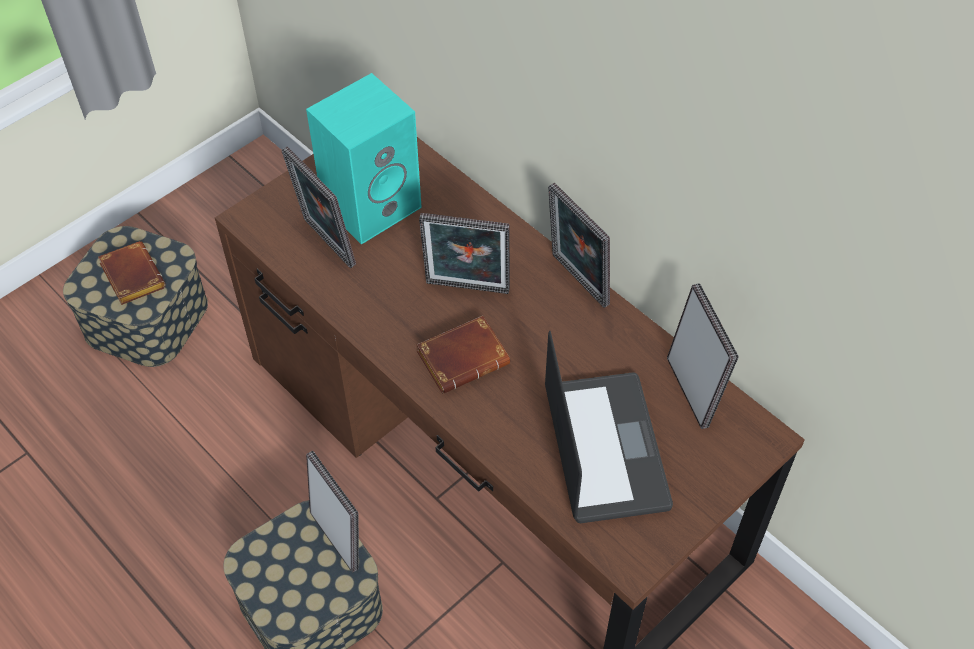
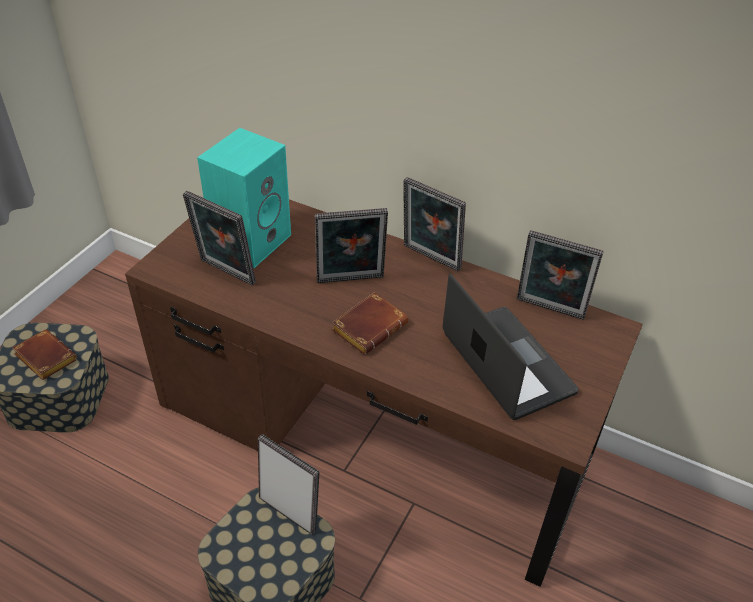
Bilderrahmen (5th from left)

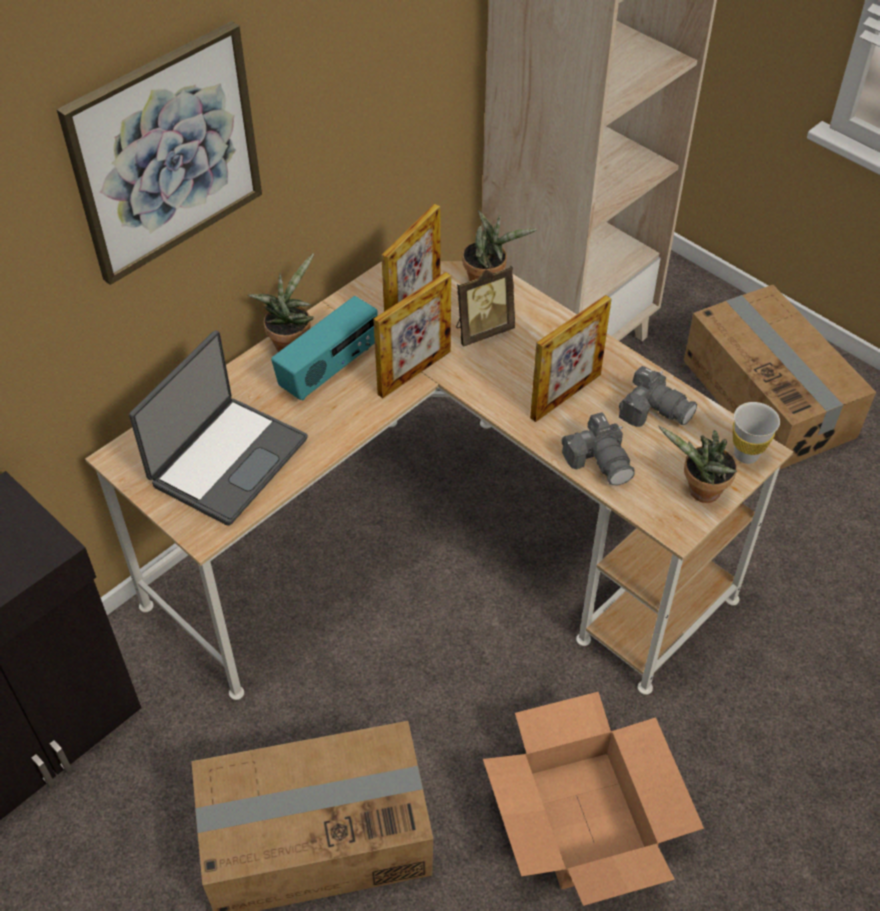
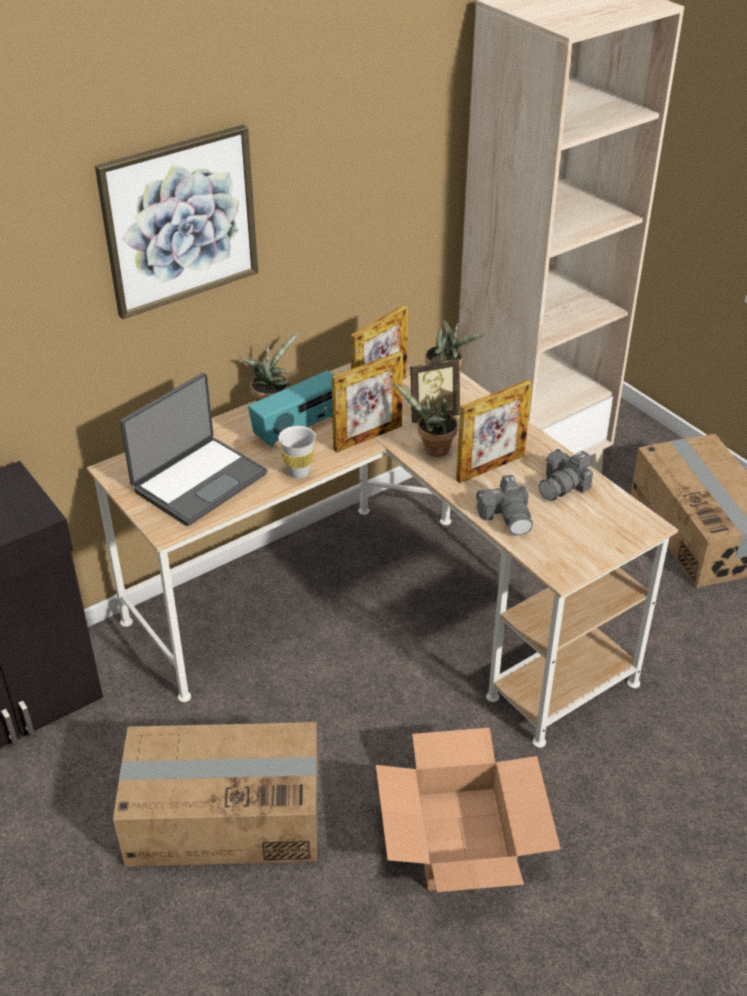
Kamera (2nd from left)
Topfpflanze (2nd from left)
Tasse (weiß)

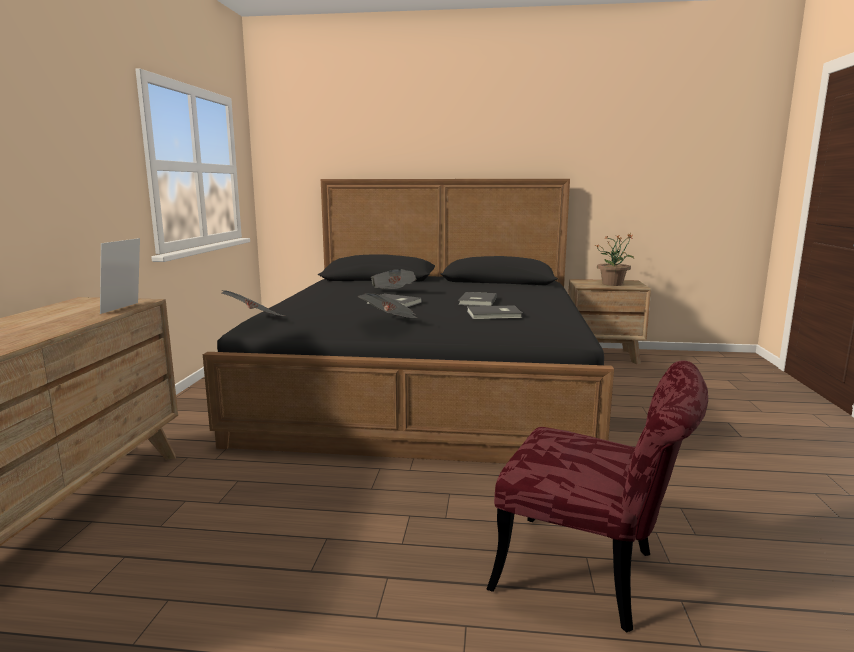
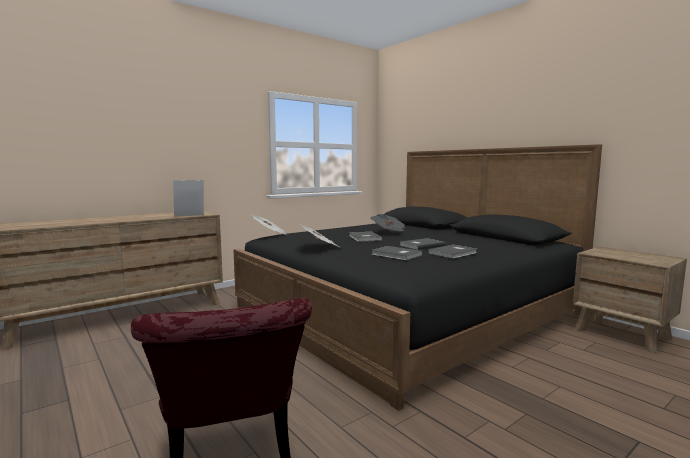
Topfpflanze
Buch (grau) (4th from left)

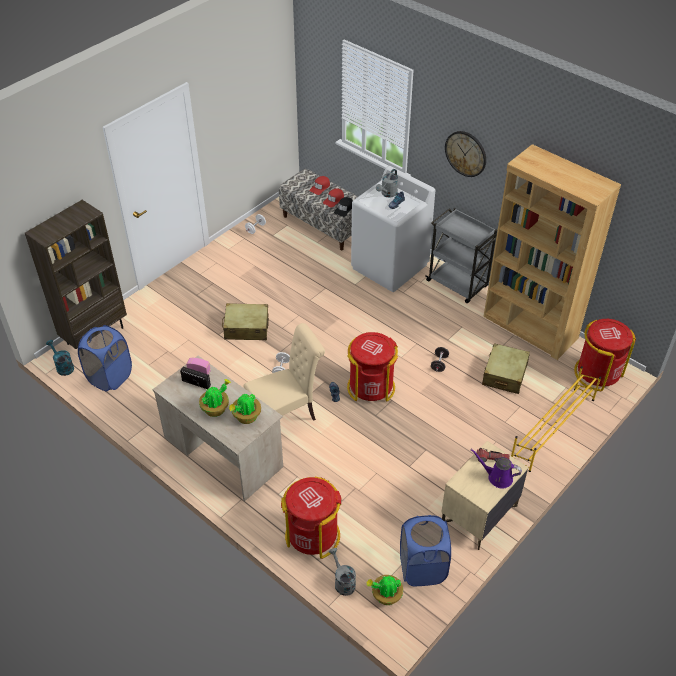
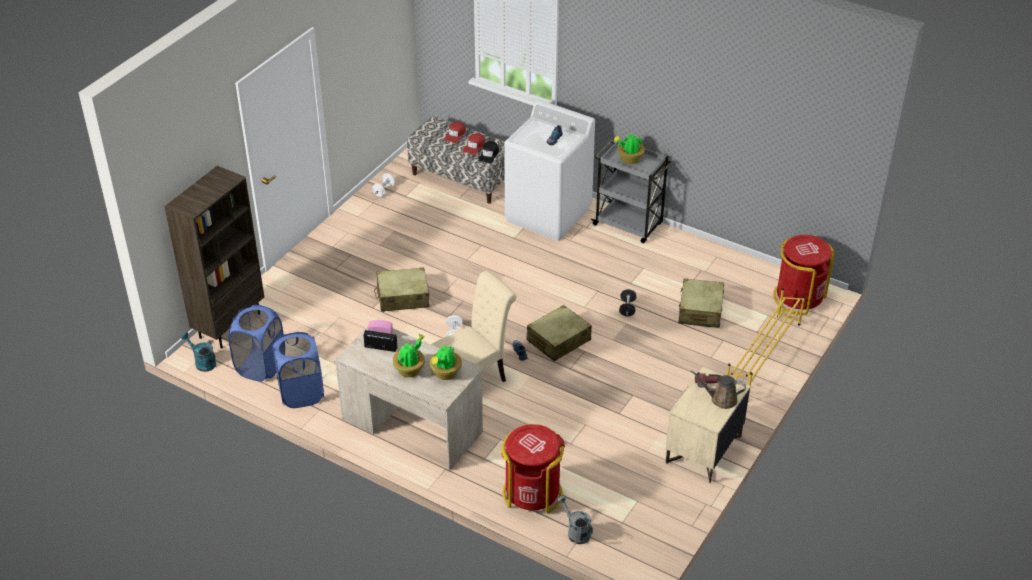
Koffer (beige) (2nd from left)
Topfpflanze (3rd from left)
Gießkanne (grau) (2nd from left in the first image)
Wäschekorb (blau) (2nd from left)
Wanduhr
Gießkanne (braun)
Bücherregal (braun) (2nd from left in the first image)

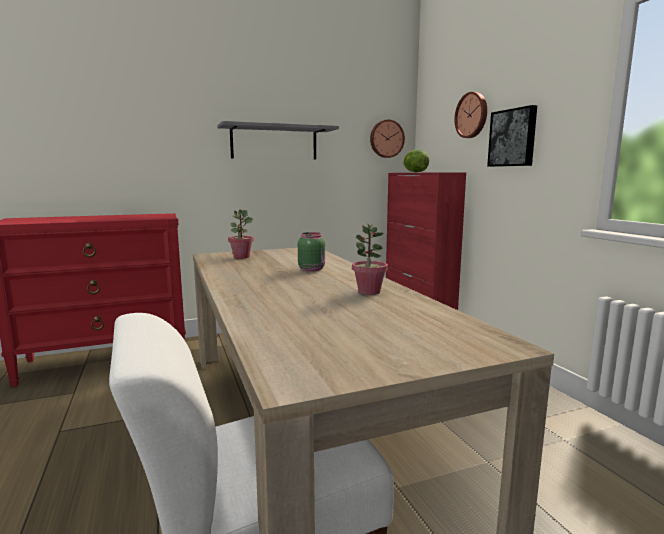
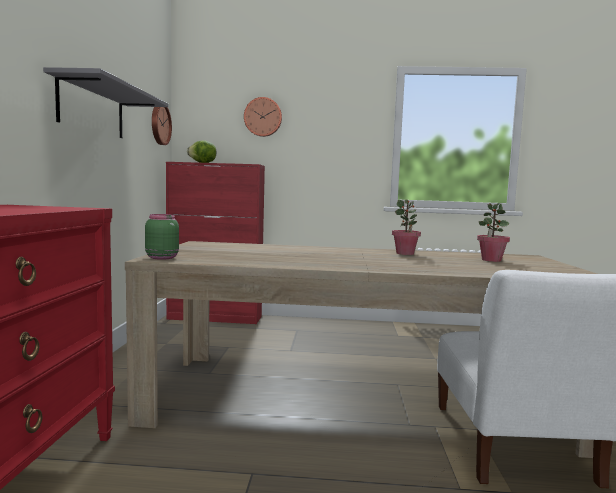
Topfpflanze (2nd from left)
Vorratsglas (grün)
Bild

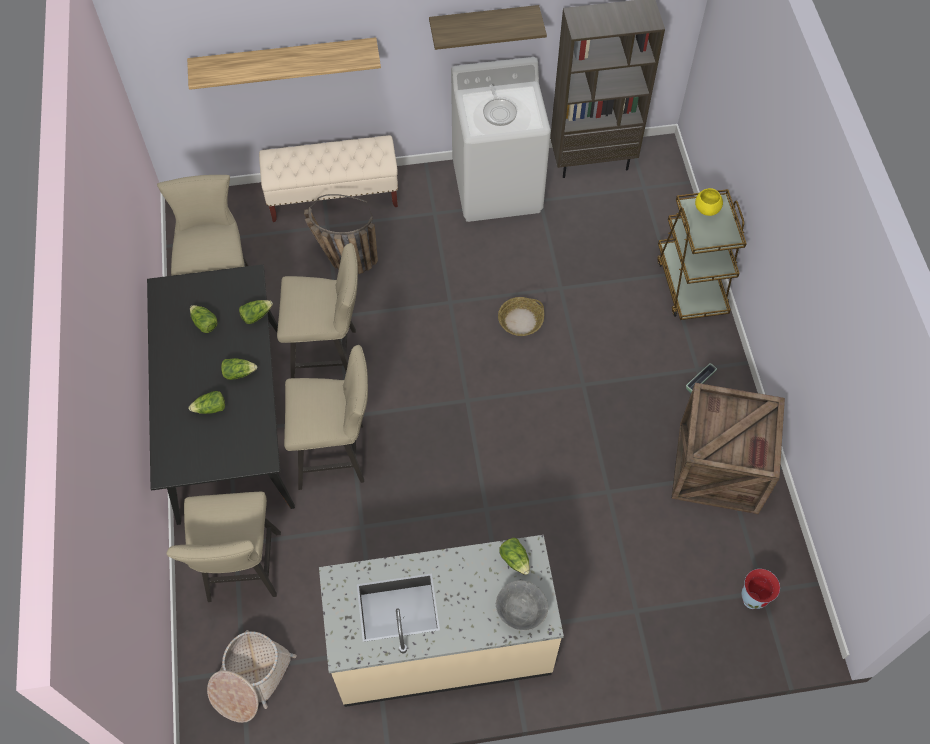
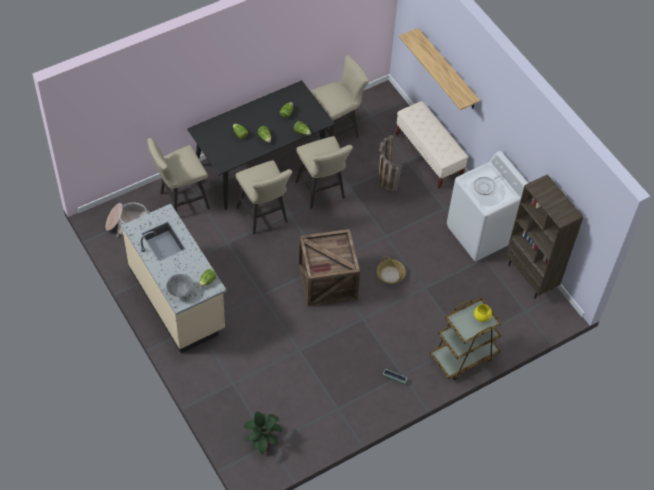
Wandregal (2nd from left in the first image)
Kiste
Topfpflanze

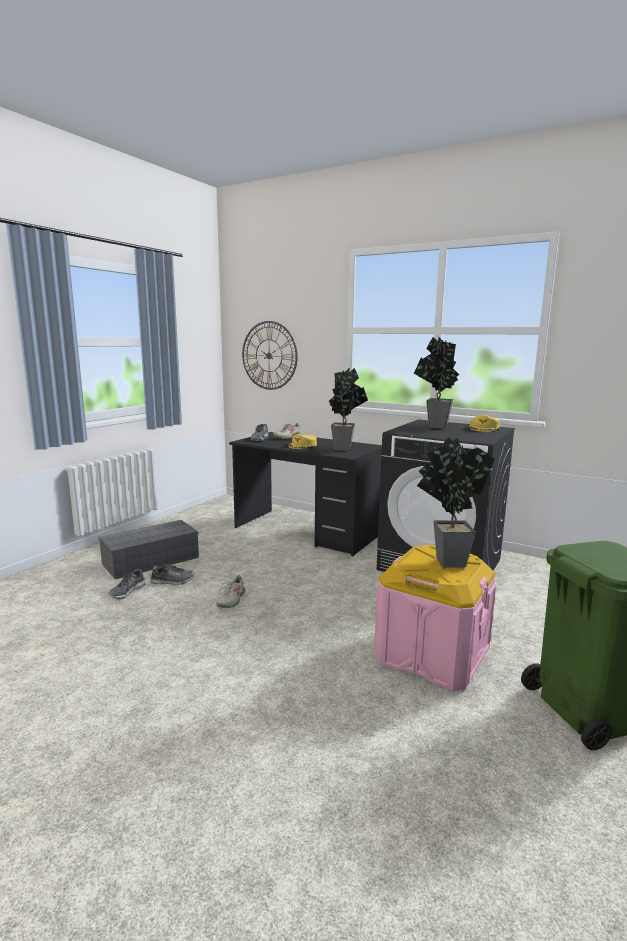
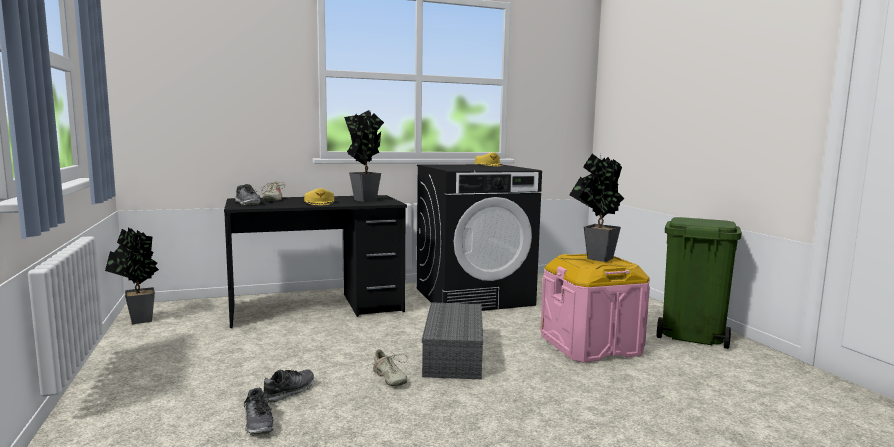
Aufbewahrungsbox (grau)
Wanduhr
Topfpflanze (1st from left)

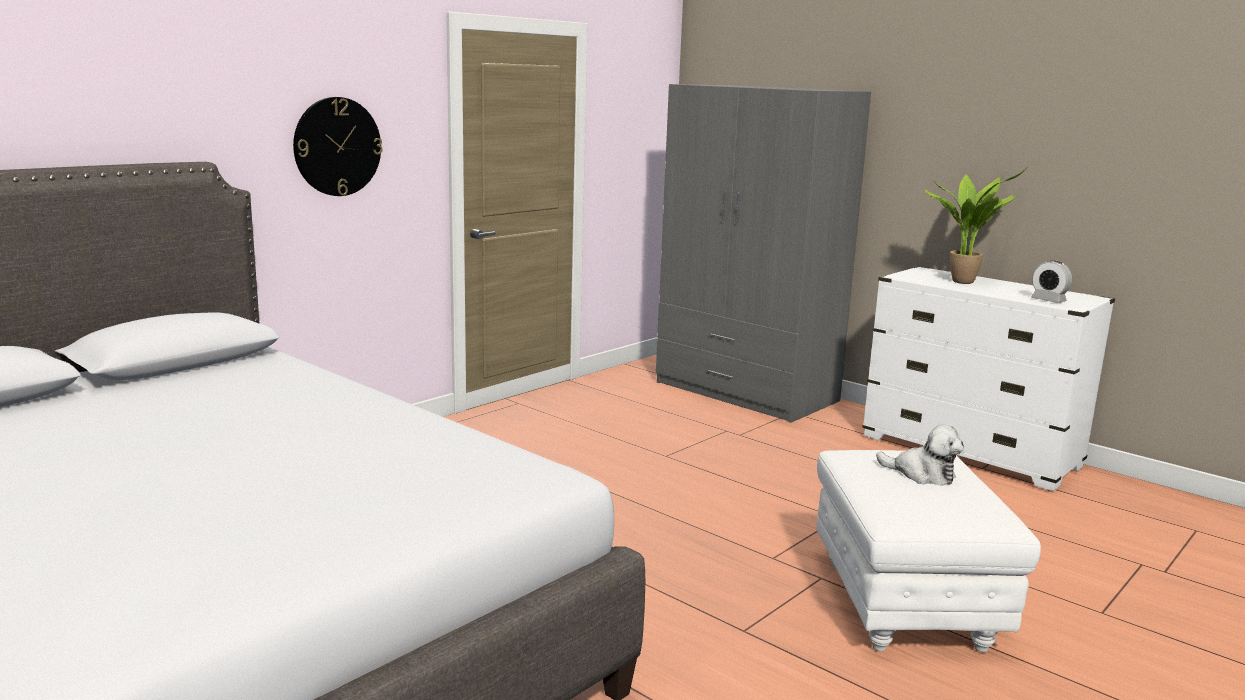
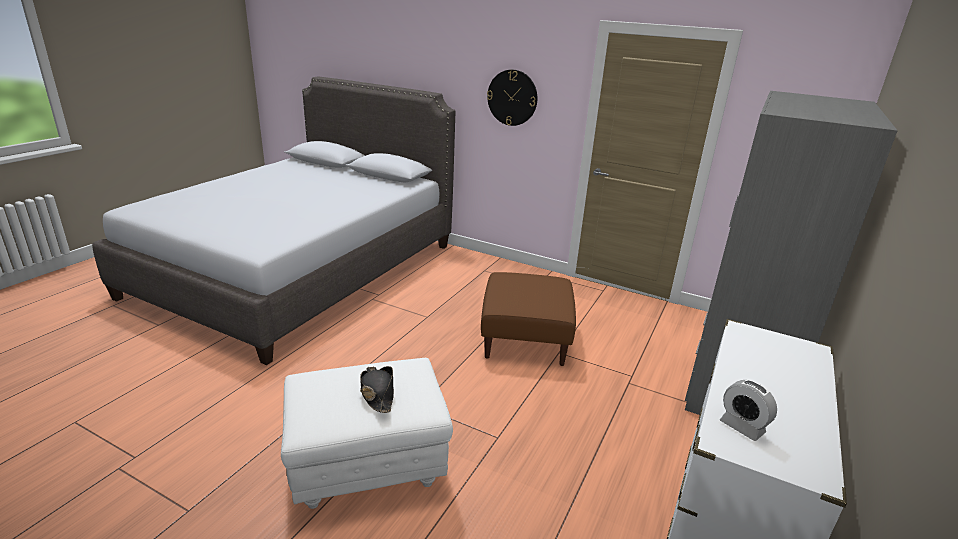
Hut (schwarz)
Topfpflanze
Wecker
Polsterhocker (braun)

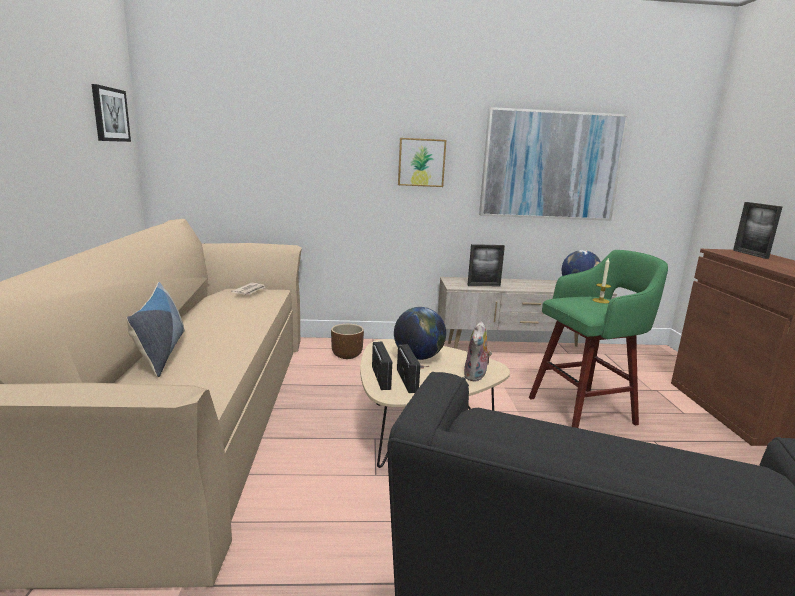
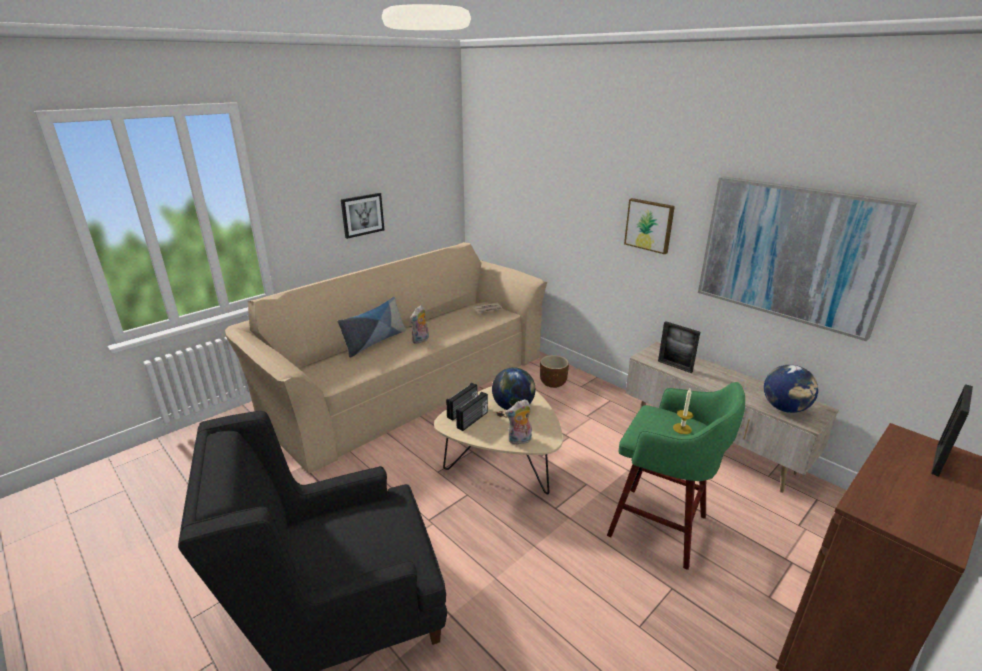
Bild (1st from left)
Plüschtier (1st from left)

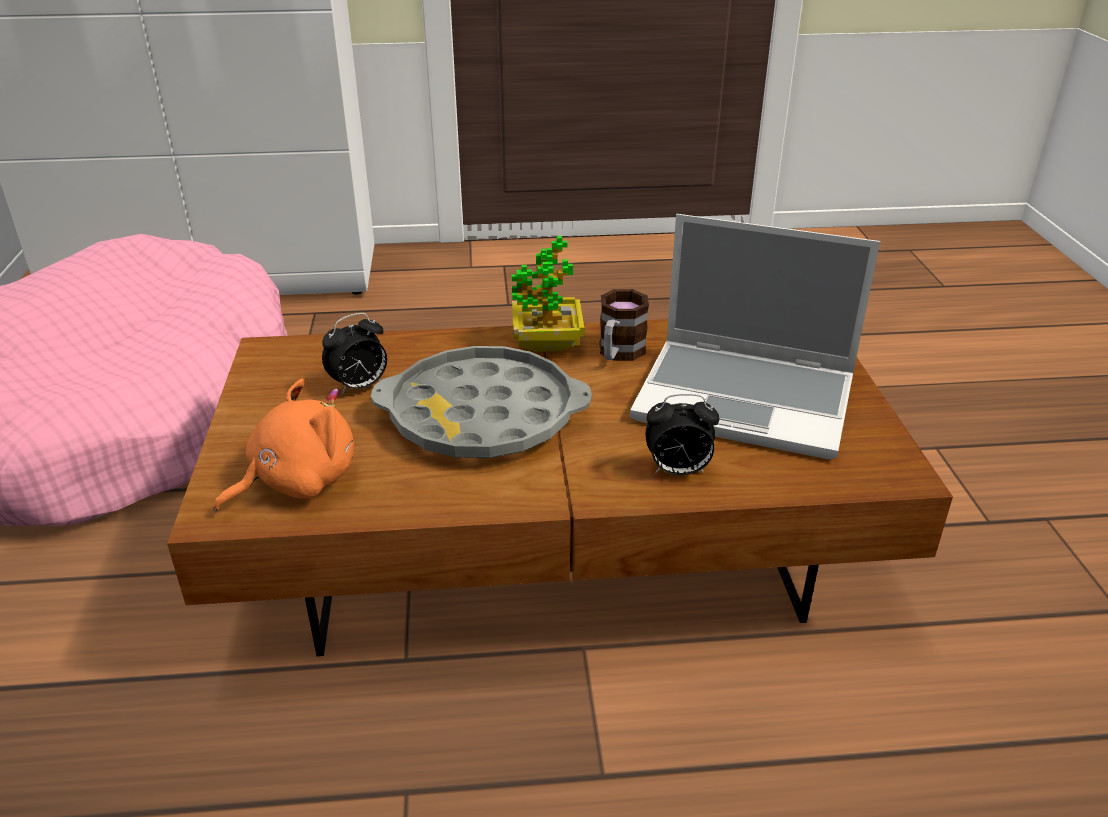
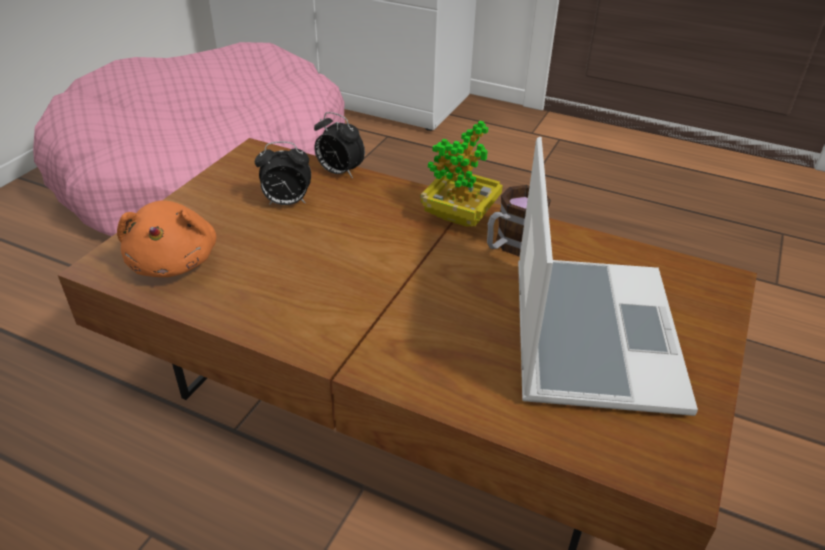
Plüschtier (orange)
Tablett (grau)
Laptop
Wecker (2nd from left)

